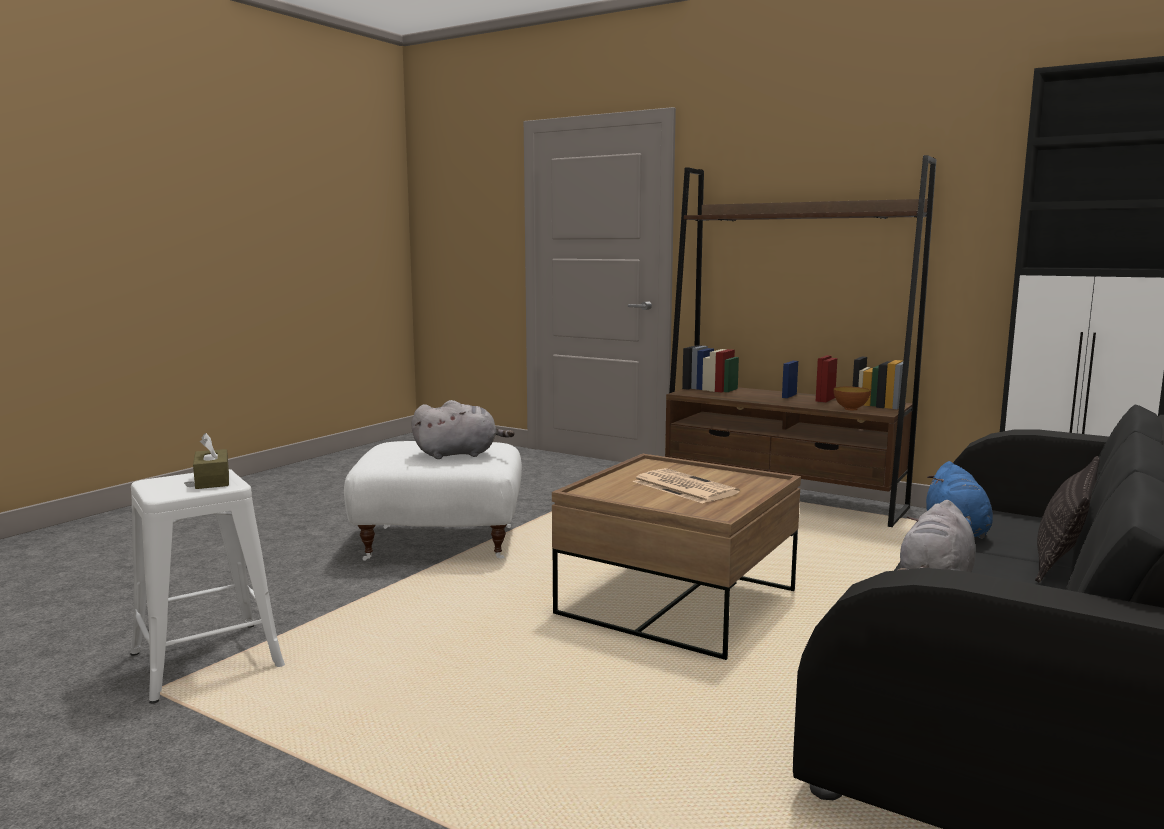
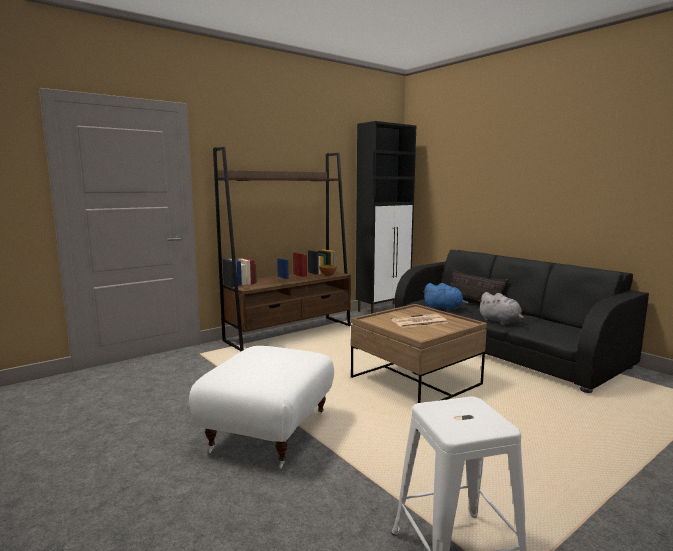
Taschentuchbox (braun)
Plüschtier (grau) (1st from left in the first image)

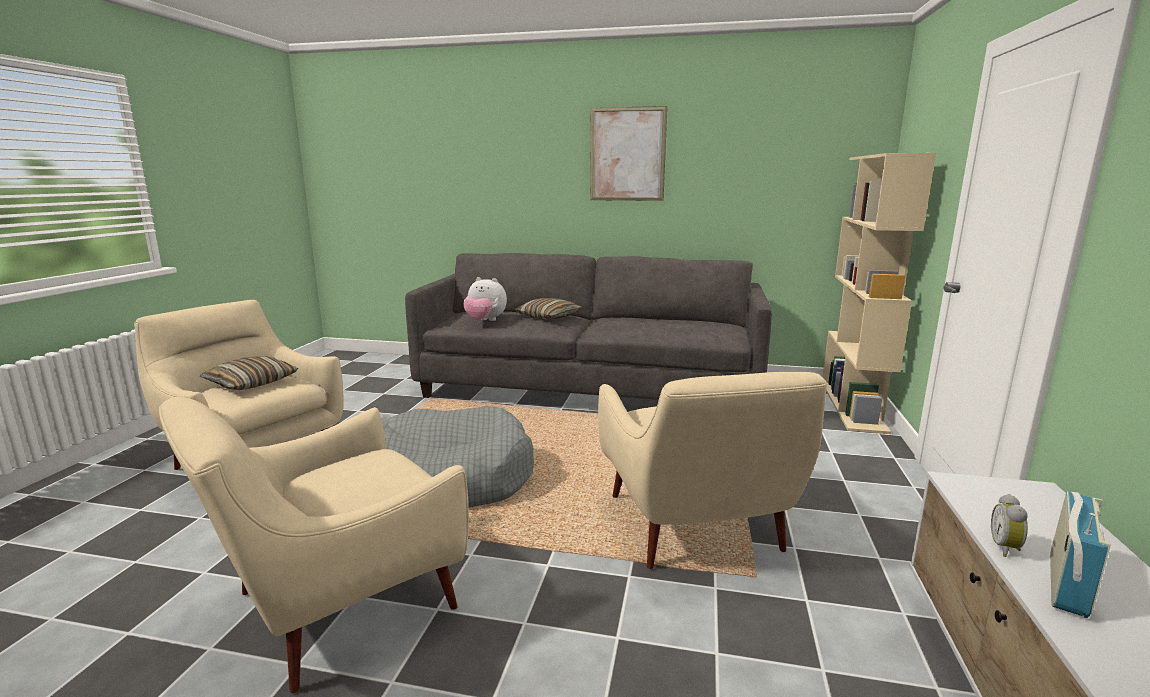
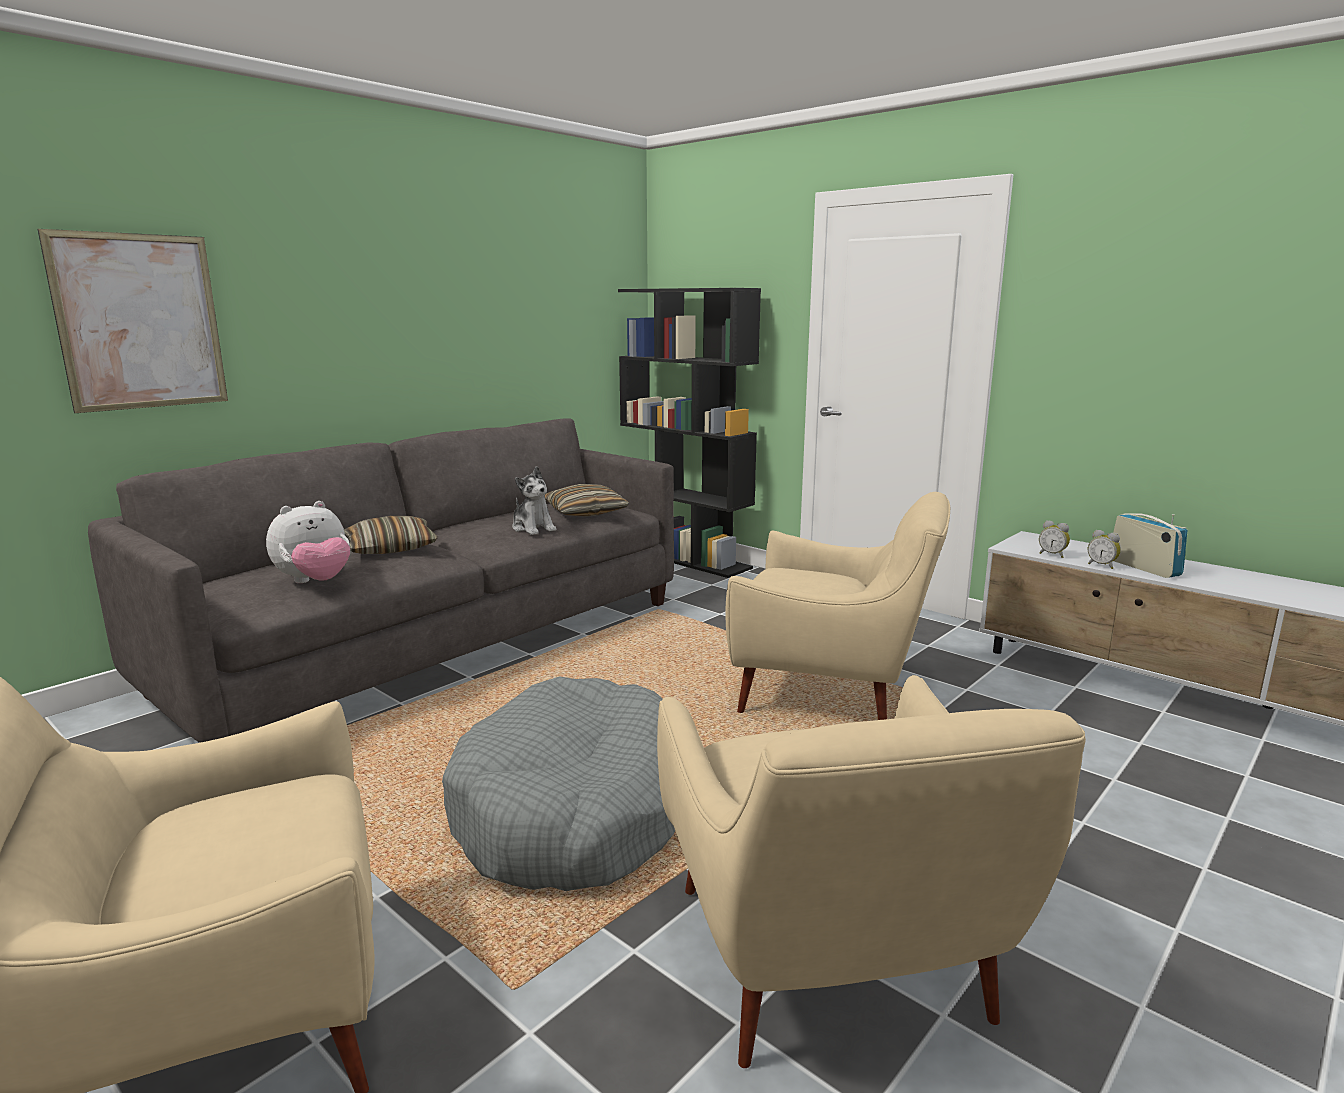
Kissen (2nd from left)
Bild
Bücherregal (schwarz)
Plüschtier (2nd from left)
Wecker (1st from left)

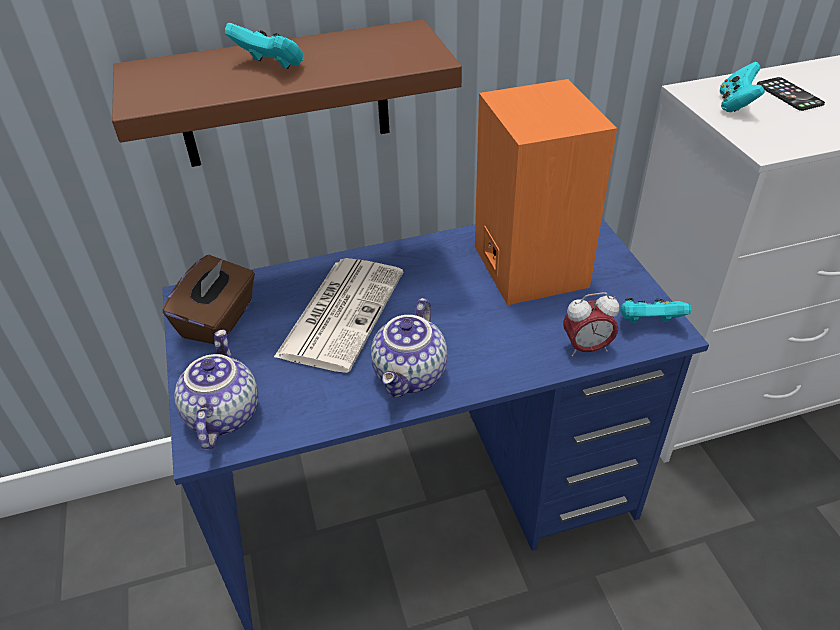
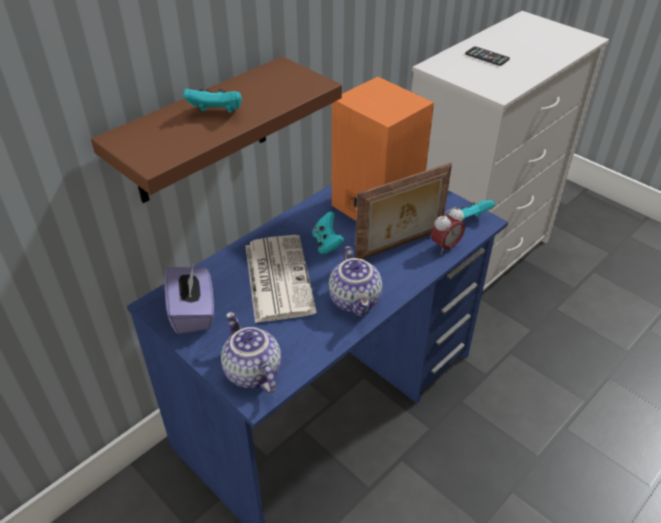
Taschentuchbox (lila)
Gamepad (türkis) (2nd from left)
Bilderrahmen

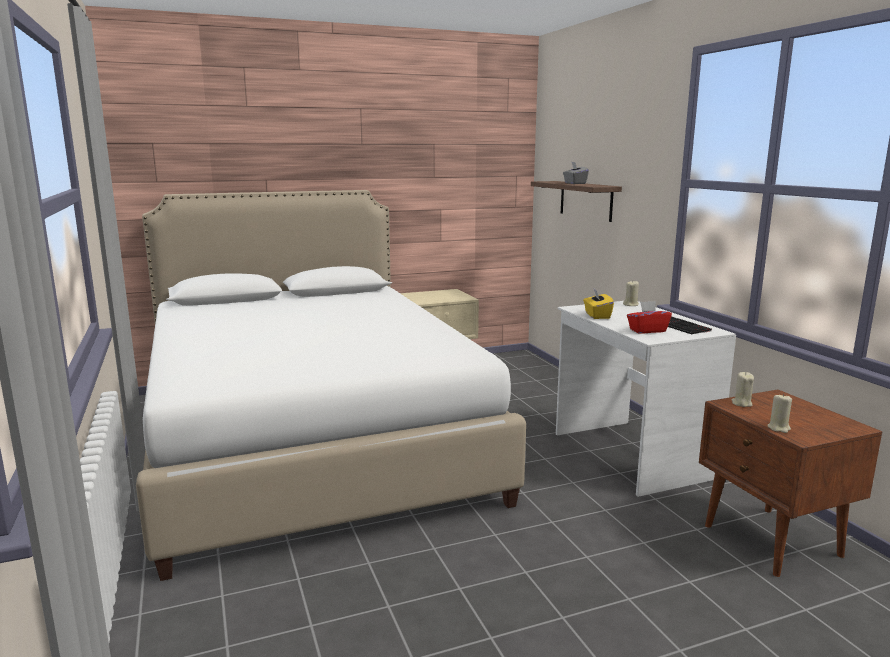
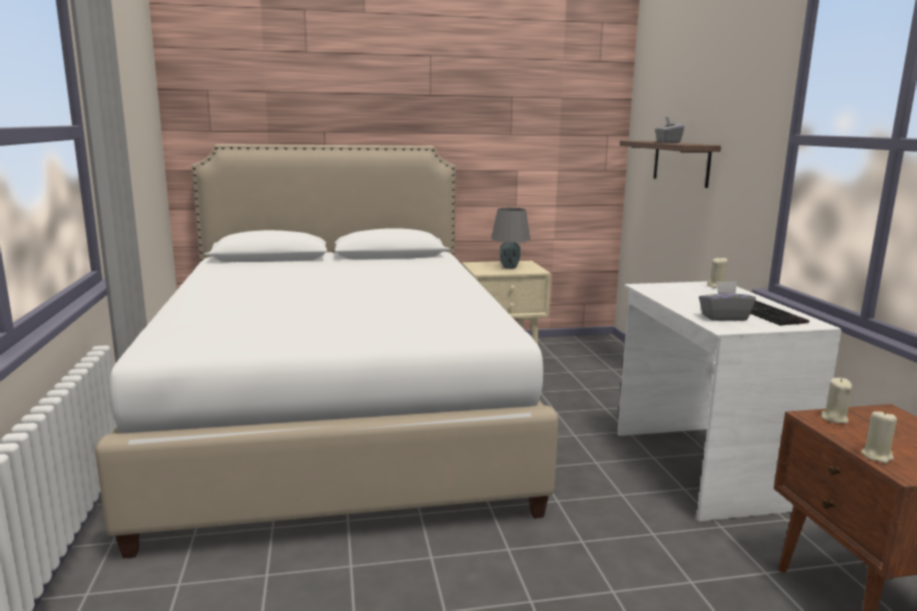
Taschentuchbox (gelb)
Taschentuchbox (grau) (2nd from left)
Tischlampe (grau)

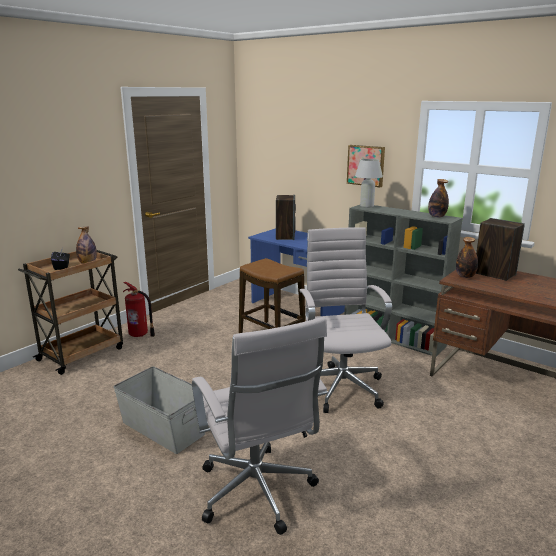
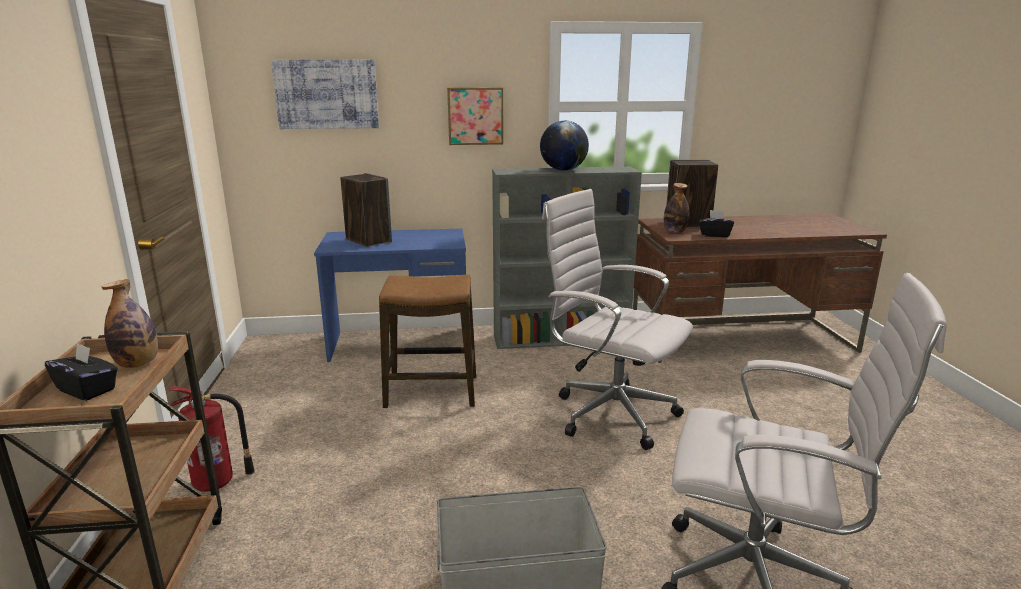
Tischlampe (weiß)
Flasche (2nd from left in the first image)
Bild (1st from left)
Globus
Taschentuchbox (schwarz) (2nd from left)

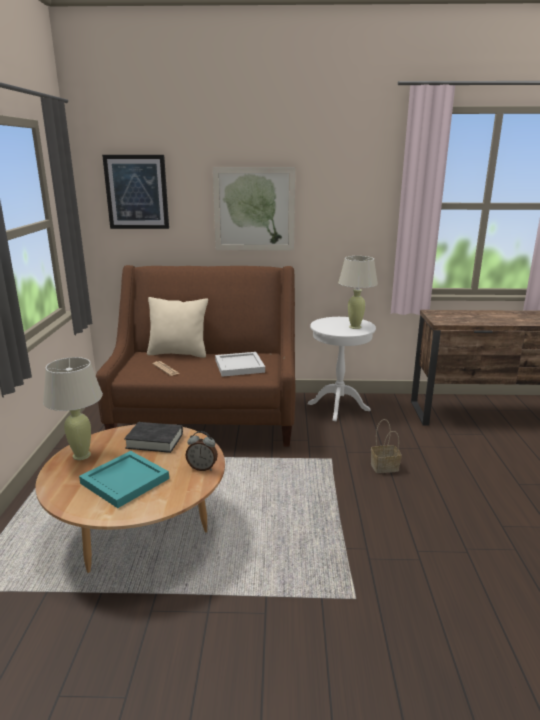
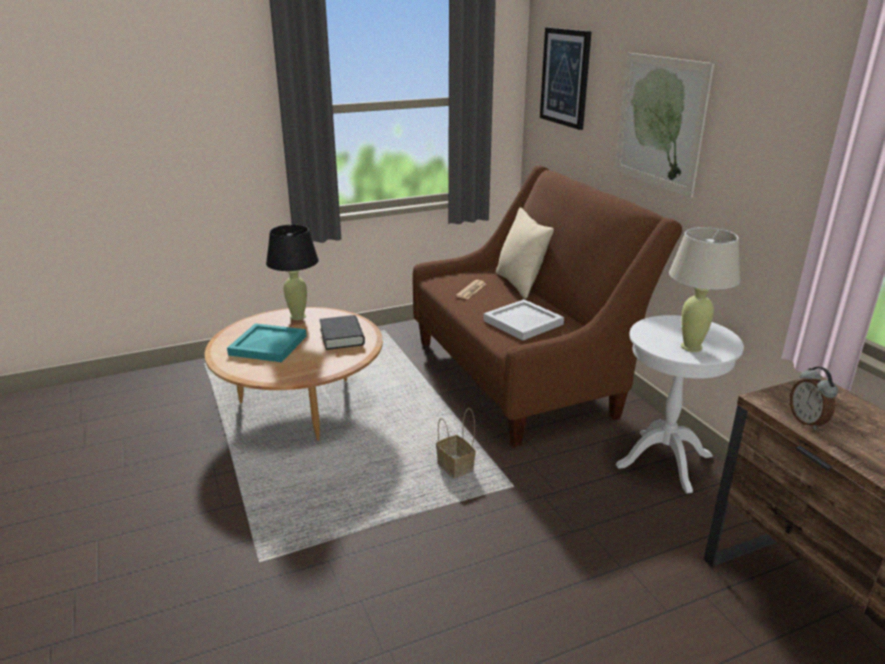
Tischlampe (schwarz)
Wecker
Korb

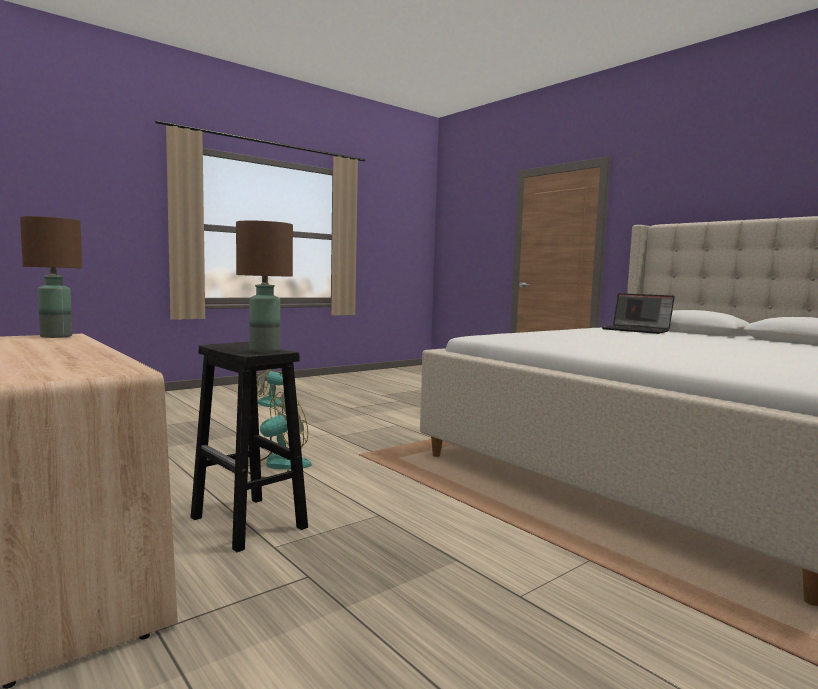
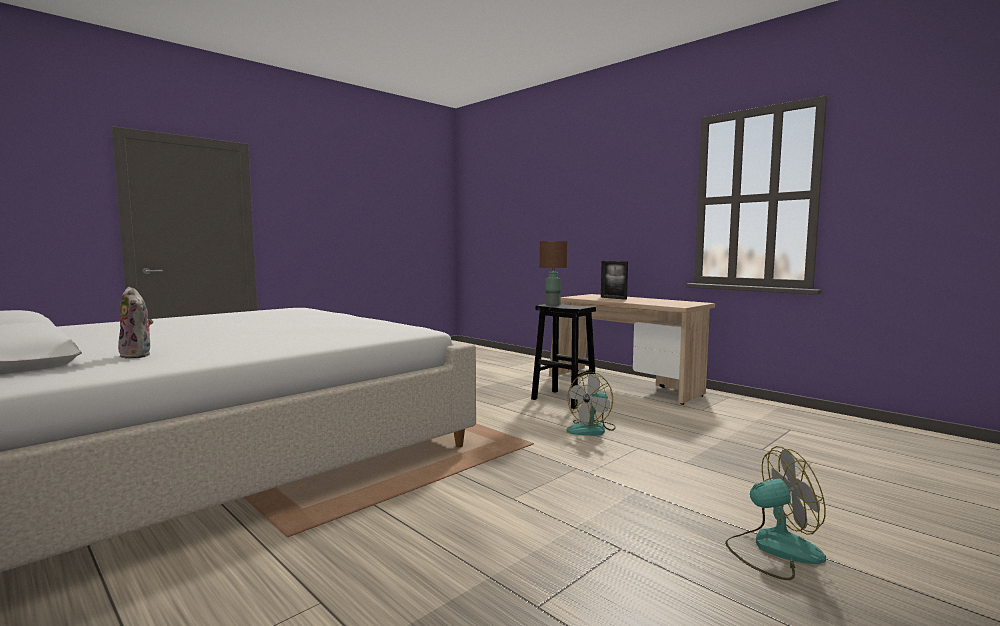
Tischlampe (braun) (1st from left in the first image)
Plüschtier
Bilderrahmen

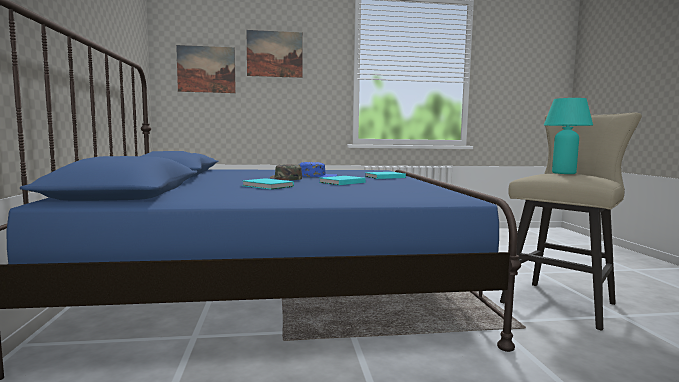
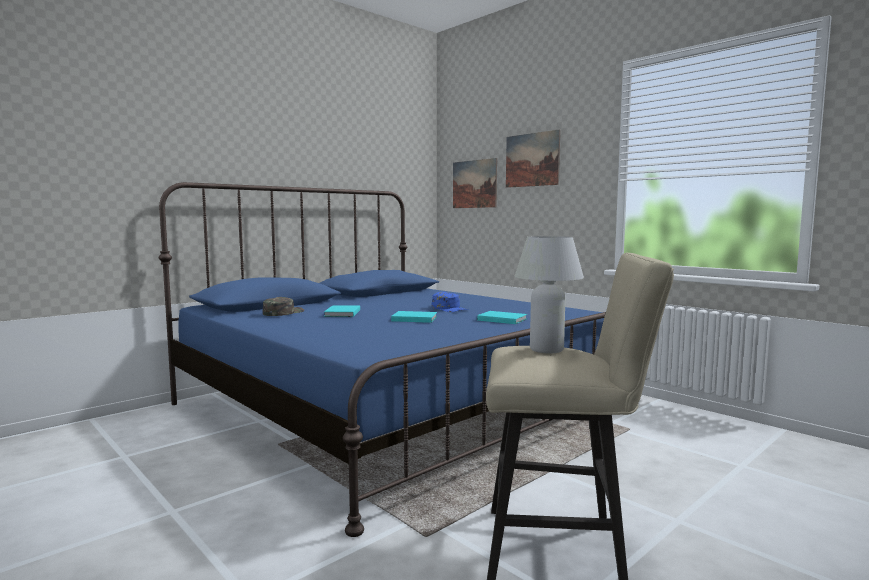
Kappe (grün)
Tischlampe (weiß)

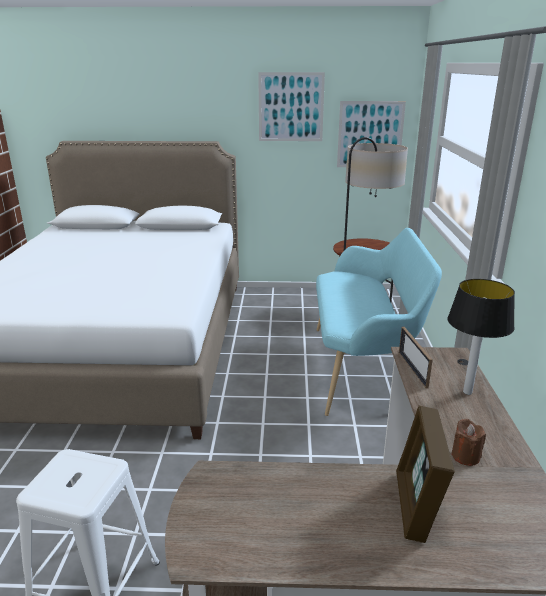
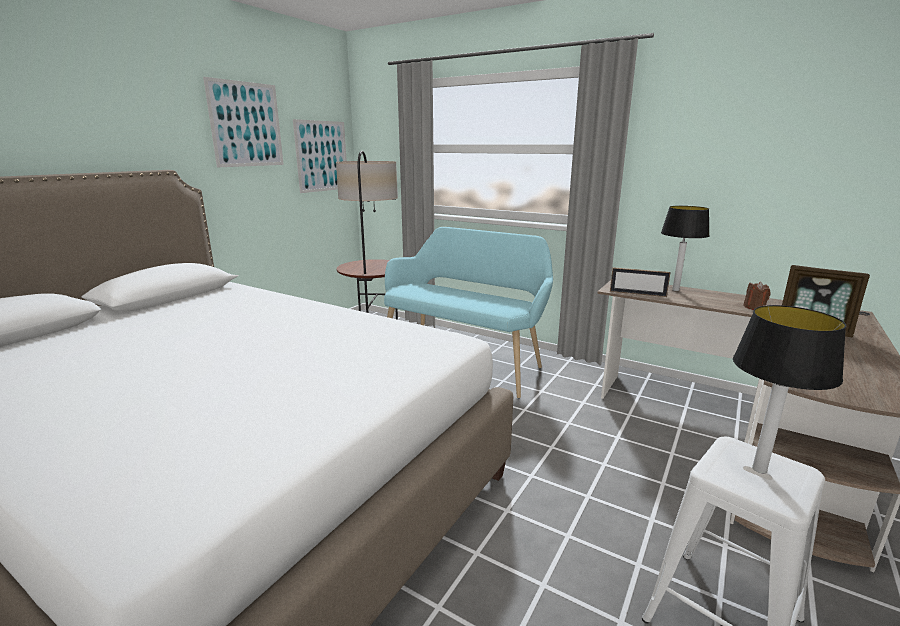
Tischlampe (2nd from left)

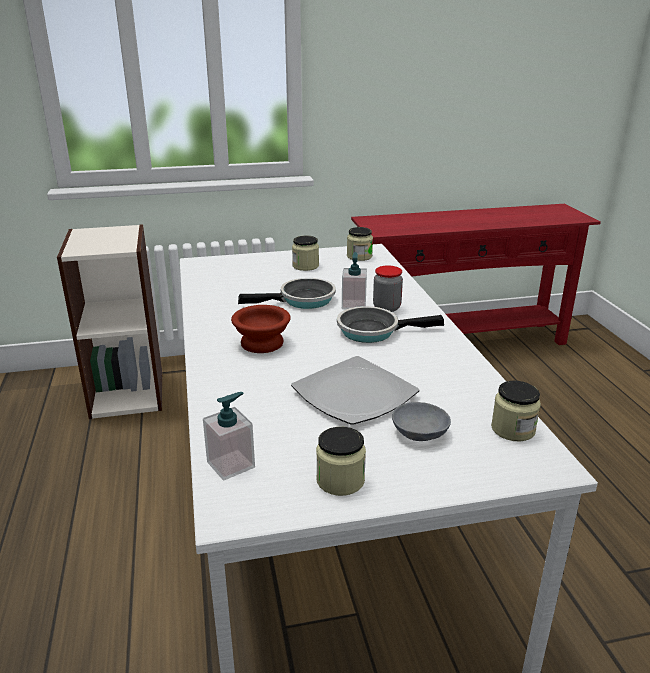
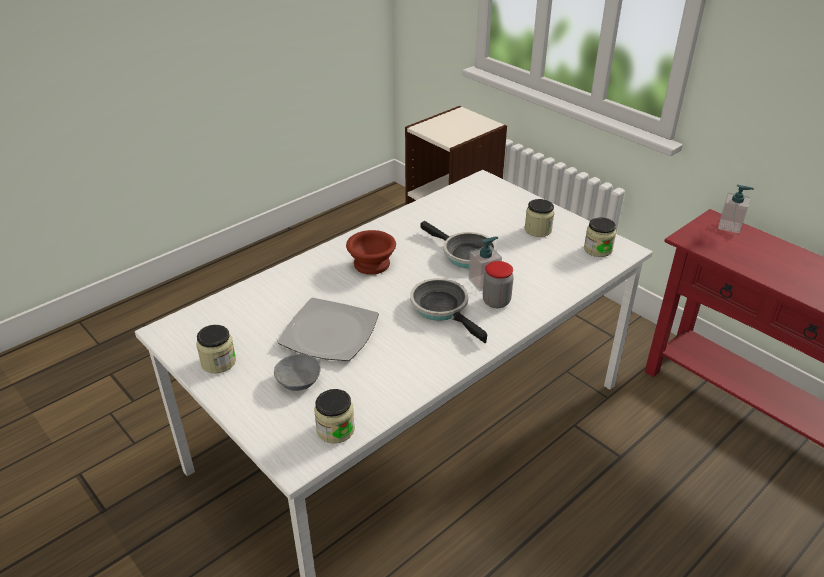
Seifenspender (2nd from left)

